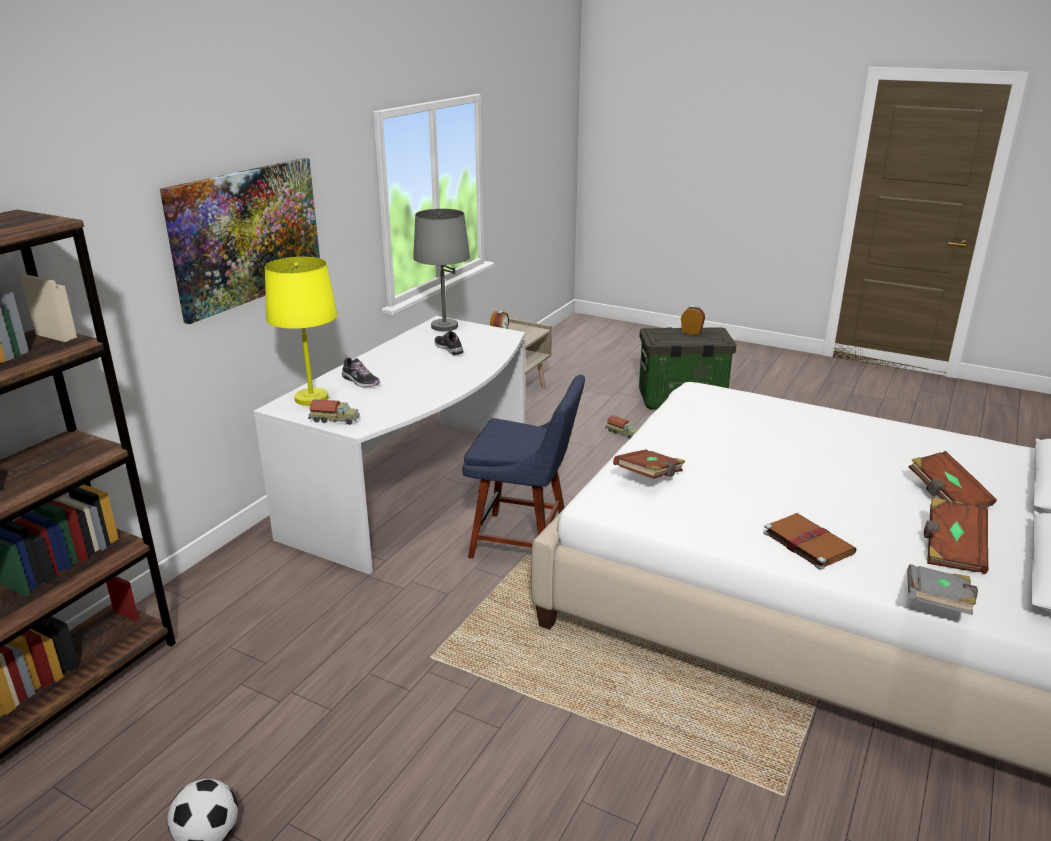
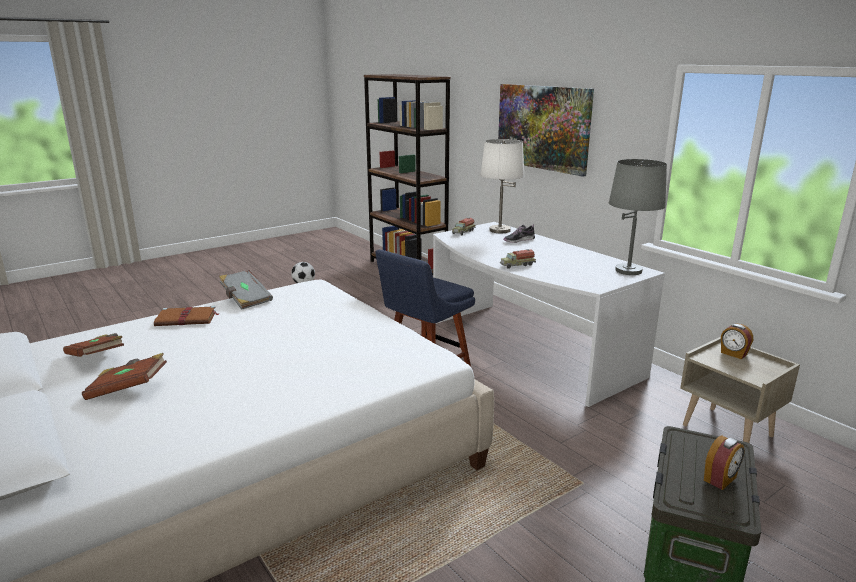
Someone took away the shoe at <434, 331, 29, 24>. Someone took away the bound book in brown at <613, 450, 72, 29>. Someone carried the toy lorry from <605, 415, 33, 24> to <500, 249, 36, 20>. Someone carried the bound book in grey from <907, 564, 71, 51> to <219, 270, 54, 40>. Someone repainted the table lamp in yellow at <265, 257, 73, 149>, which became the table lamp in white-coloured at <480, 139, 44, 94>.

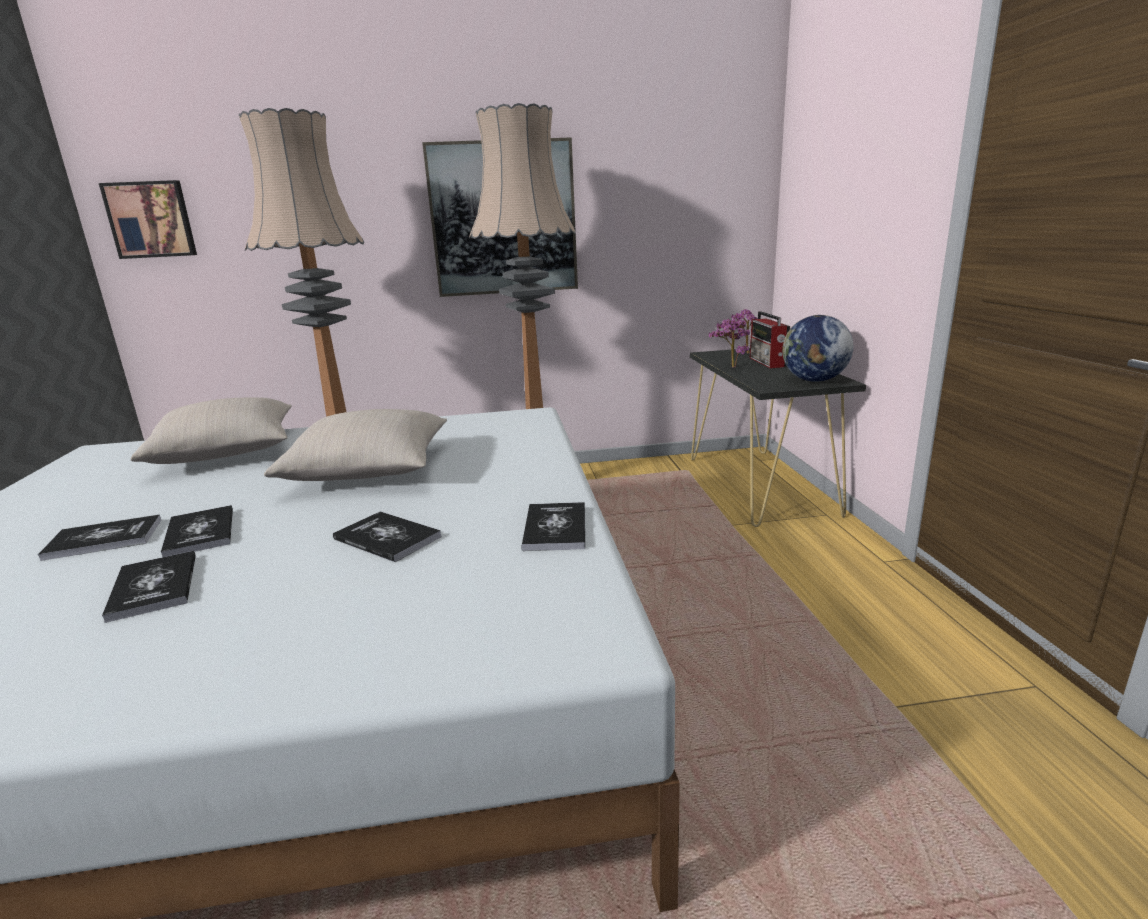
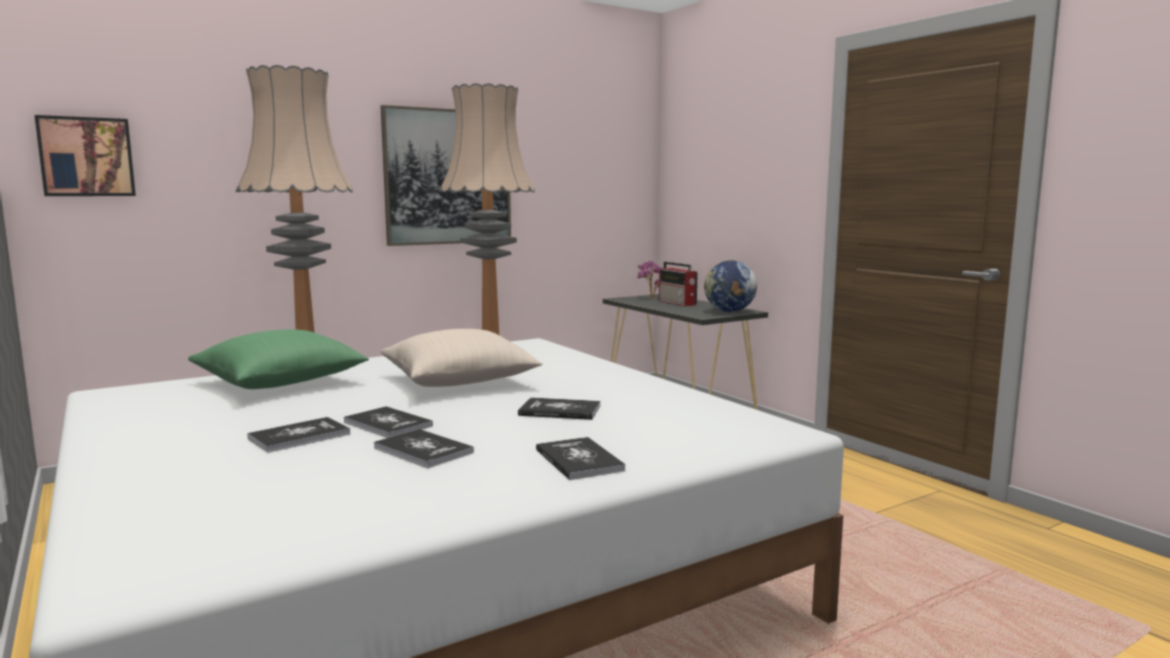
Someone took away the plant in a pot at <709, 319, 41, 49>. Someone carried the bound book from <521, 502, 64, 49> to <536, 437, 89, 43>. Someone repainted the cushion in sand-coloured at <130, 397, 162, 67>, which became the cushion in greenish at <188, 329, 181, 60>.

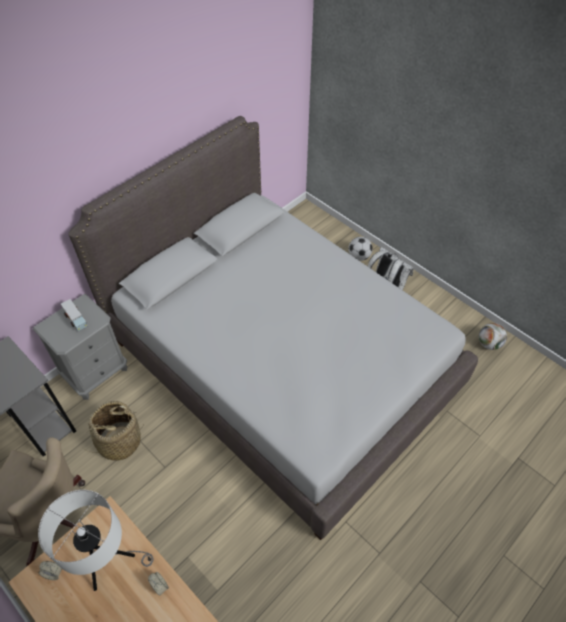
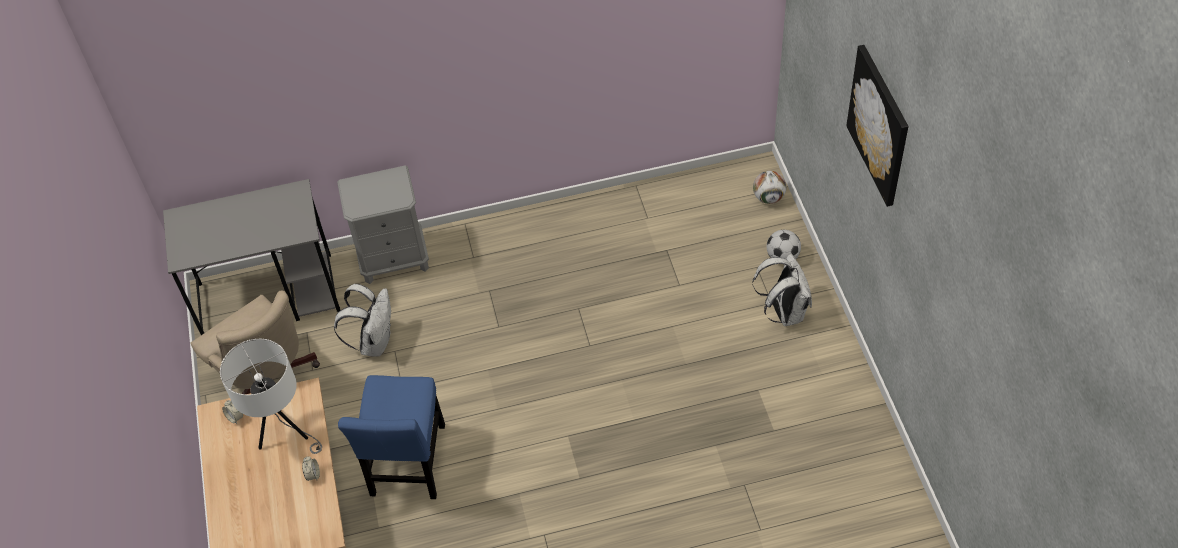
Someone took away the toy lorry at <61, 299, 27, 32>. Someone took away the bed in grey at <68, 116, 410, 424>. Someone put down the plain chair in blue-coloured at <338, 375, 107, 124>. Someone put up the wall picture at <846, 45, 62, 162>. Someone carried the football from <479, 323, 28, 27> to <753, 171, 33, 33>. Someone swapped the household basket at <82, 401, 63, 59> for the rucksack in white-coloured at <334, 284, 57, 73>.

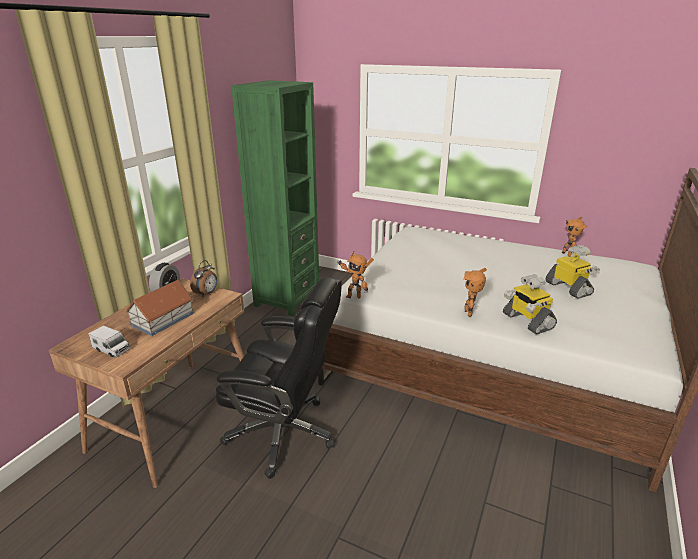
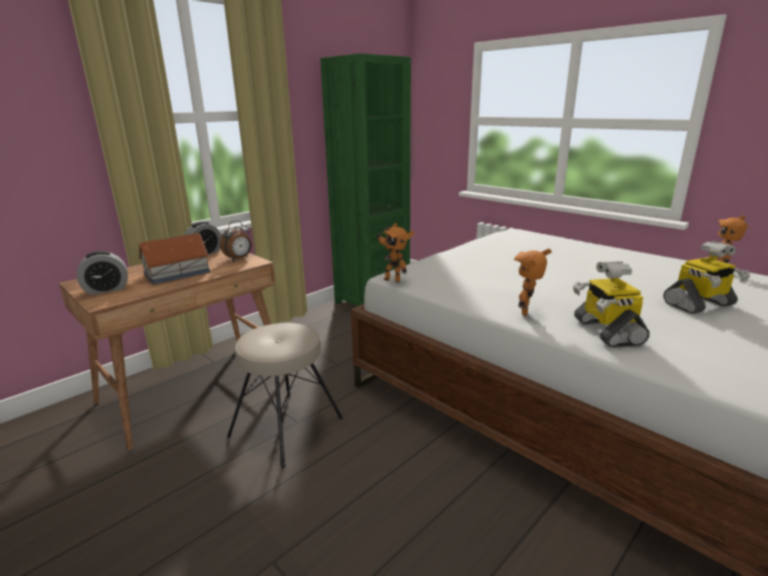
Someone swapped the toy lorry at <89, 325, 41, 32> for the bedside clock at <77, 251, 51, 44>. Someone swapped the office chair in blackish at <215, 277, 127, 202> for the stool seat in sand-coloured at <227, 323, 116, 145>. Someone rotated the model robot at <545, 245, 55, 54> by 75 degrees clockwise.

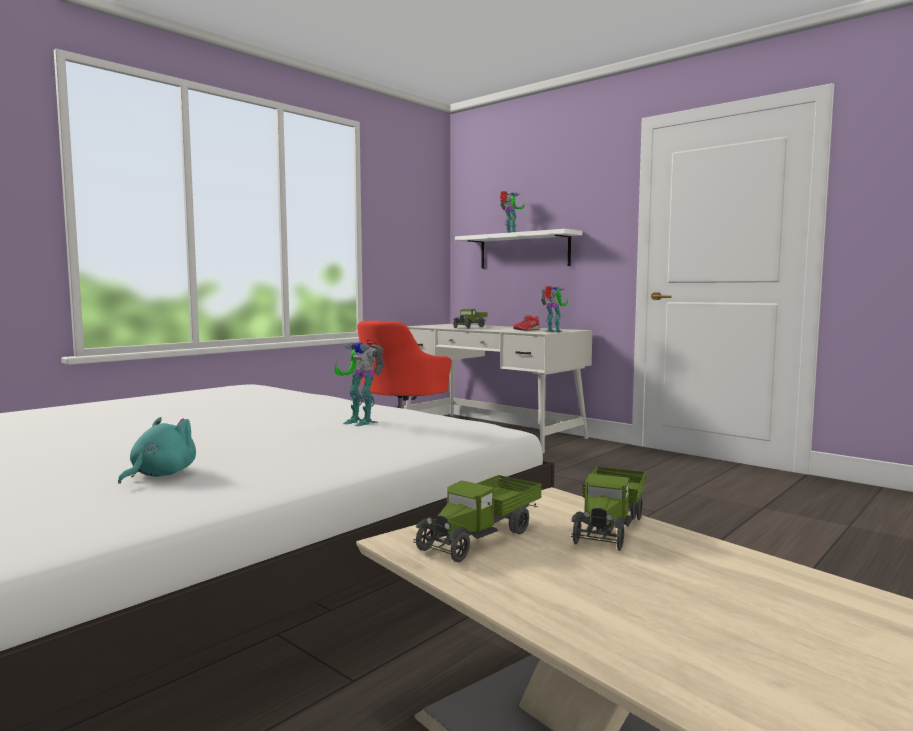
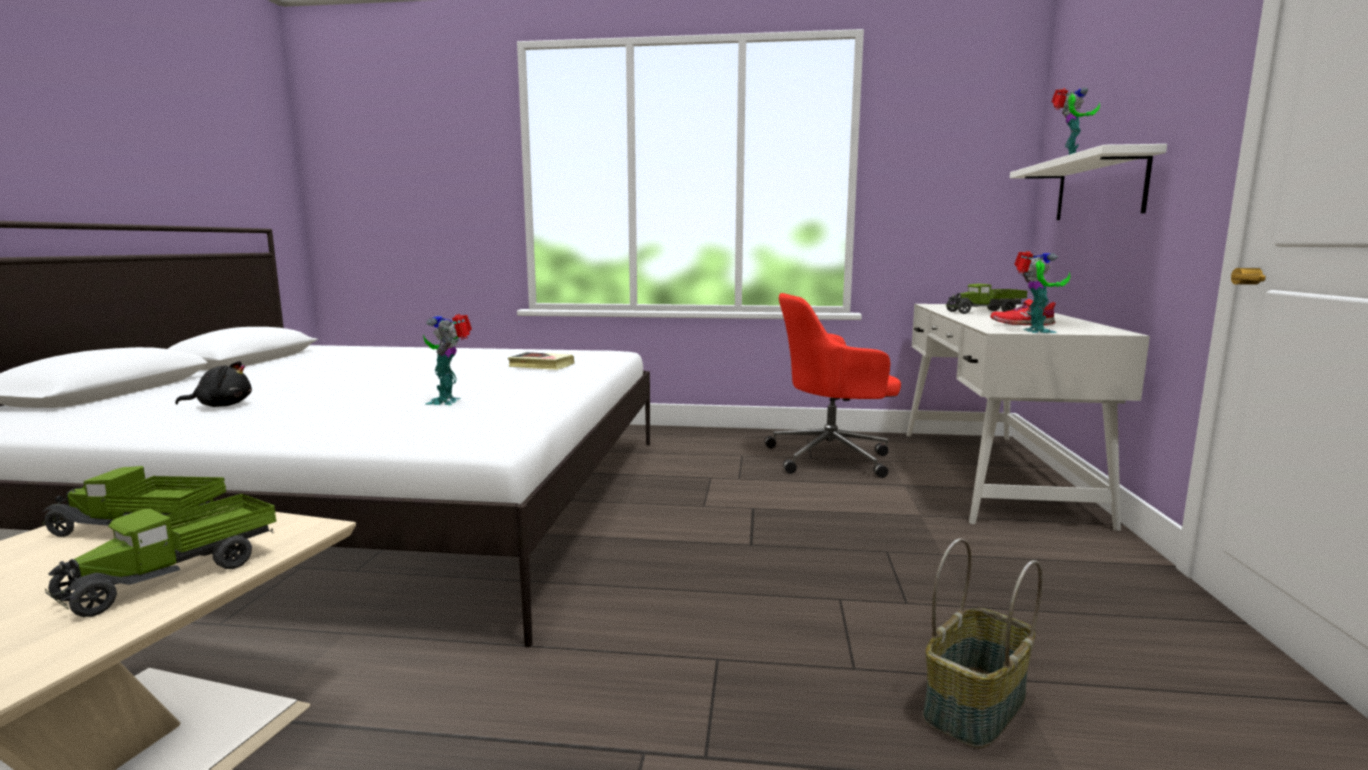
Someone put down the bound book at <508, 352, 66, 18>. Someone put down the household basket at <923, 538, 120, 210>. Someone repainted the plush toy in turquoise at <118, 417, 78, 67>, which became the plush toy in blackish at <175, 361, 77, 46>. Someone rotated the toy lorry at <571, 467, 75, 84> by 45 degrees counterclockwise.

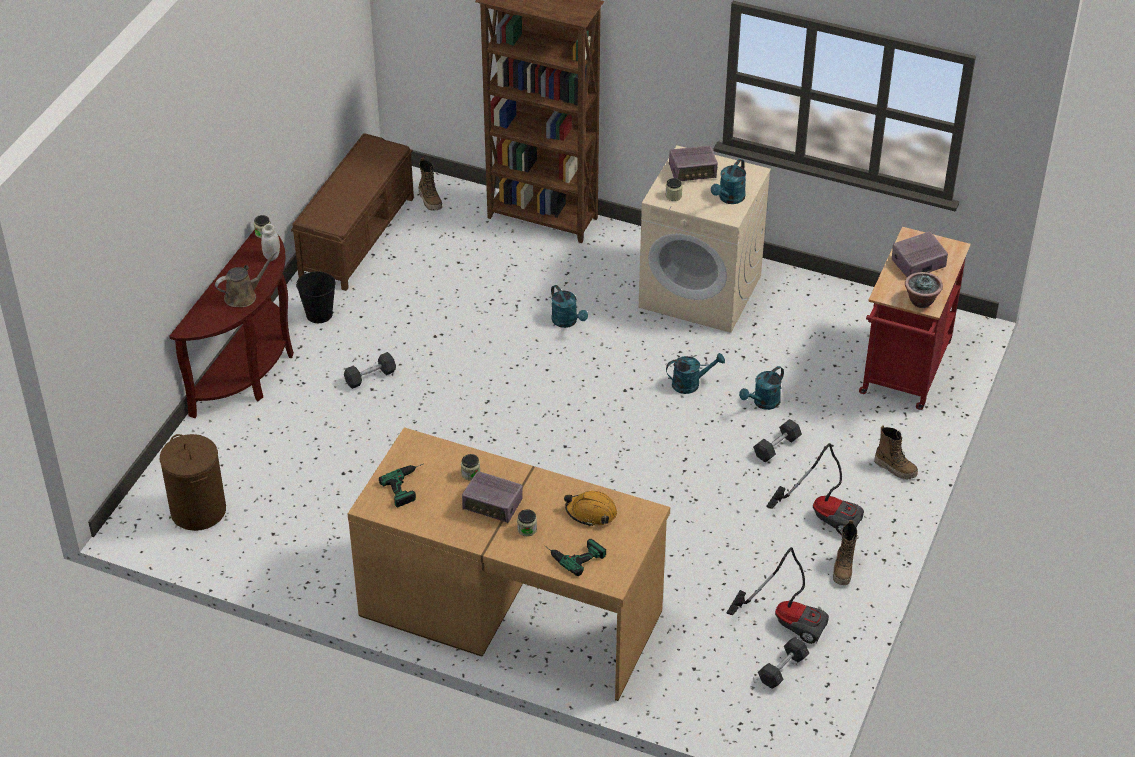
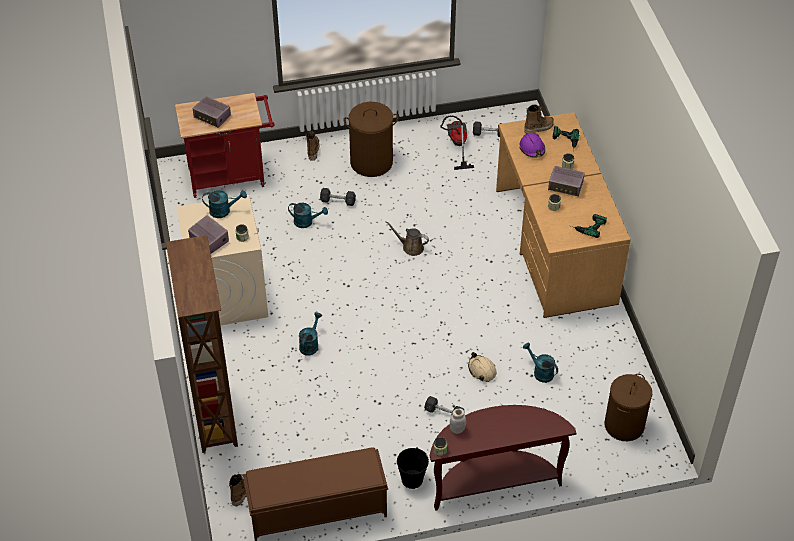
Someone took away the plant in a pot at <905, 272, 38, 36>. Someone put down the work helmet in sand-coloured at <468, 352, 29, 30>. Someone carried the sprinkling can in brown from <215, 251, 63, 56> to <386, 221, 43, 35>. Someone carried the sprinkling can in turquoise from <666, 353, 59, 41> to <523, 342, 35, 41>. Someone carried the tall boot from <833, 520, 25, 65> to <524, 105, 30, 29>. Someone swapped the vacuum cleaner at <766, 443, 98, 92> for the hamper in brown at <343, 102, 55, 75>. Someone repainted the work helmet in orange at <564, 491, 53, 36>, which became the work helmet in purple at <519, 133, 26, 25>. Someone rotated the radio set at <462, 471, 61, 52> by 120 degrees clockwise.

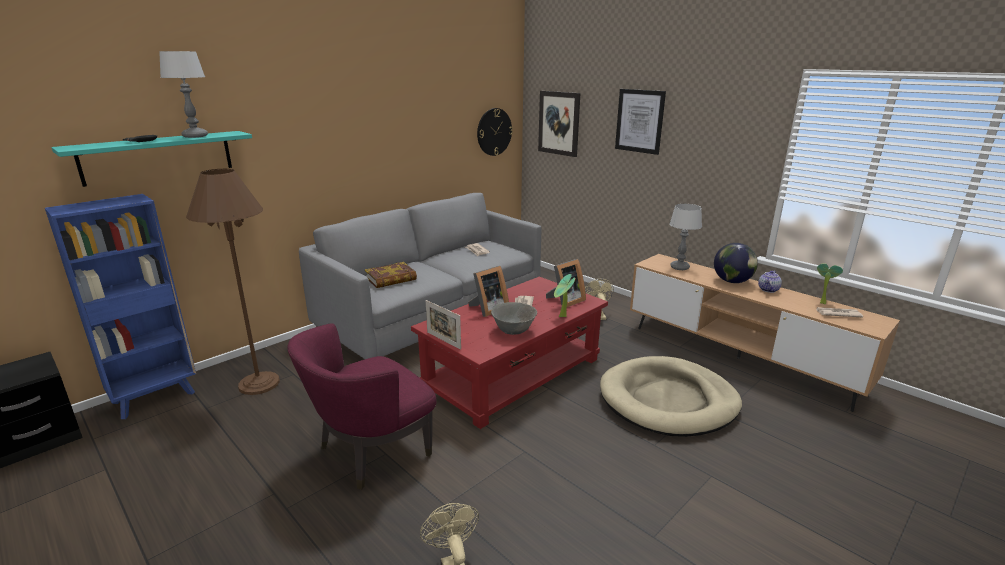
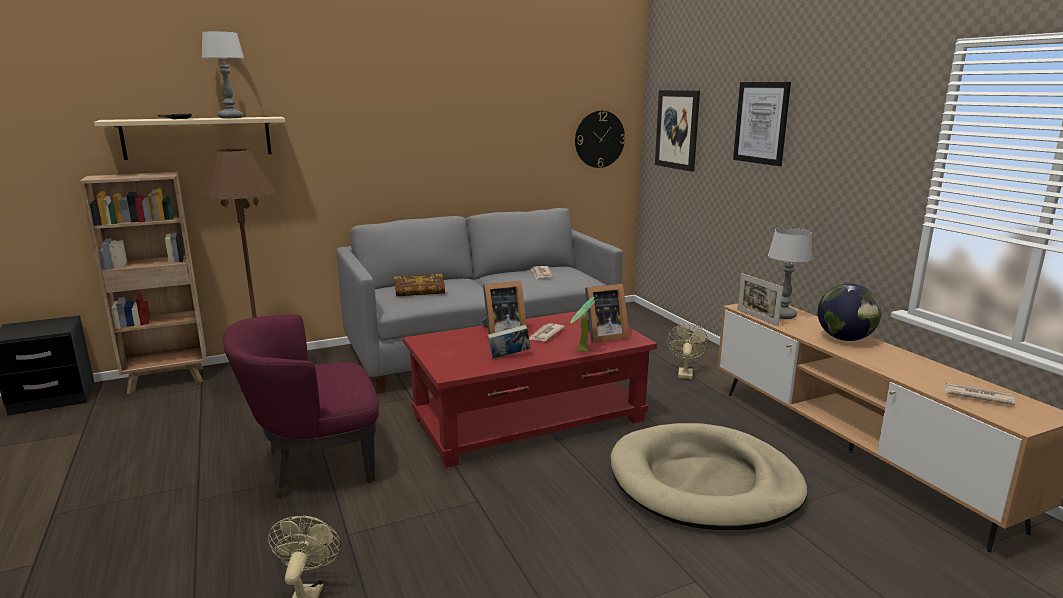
Someone took away the tea pot at <758, 270, 24, 23>. Someone took away the plant in a pot at <817, 264, 26, 40>. Someone carried the standing frame from <426, 300, 35, 50> to <738, 273, 45, 53>. Someone swapped the deep dish in grey at <491, 302, 46, 33> for the bound book at <487, 325, 44, 34>. Someone repainted the bookcase in blue-coloured at <45, 194, 151, 225>, which became the bookcase in brown at <80, 172, 126, 222>. Someone repainted the shelf in turquoise at <51, 131, 201, 56>, which became the shelf in sand-coloured at <94, 117, 191, 43>.

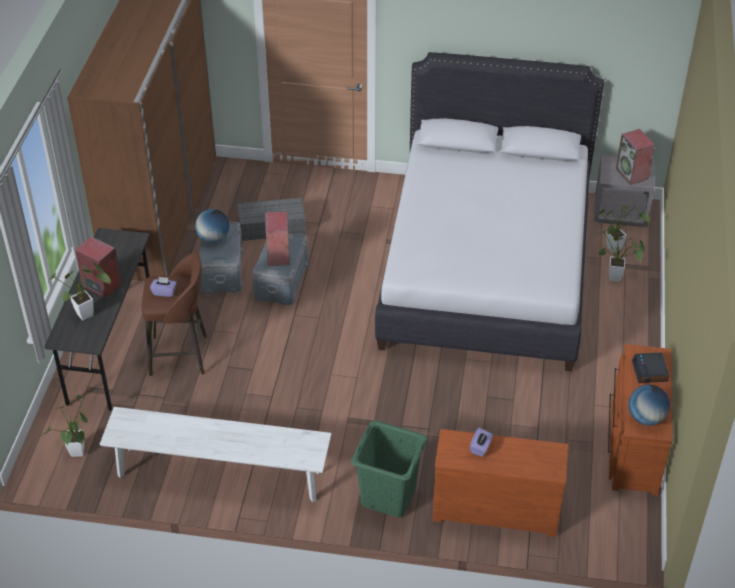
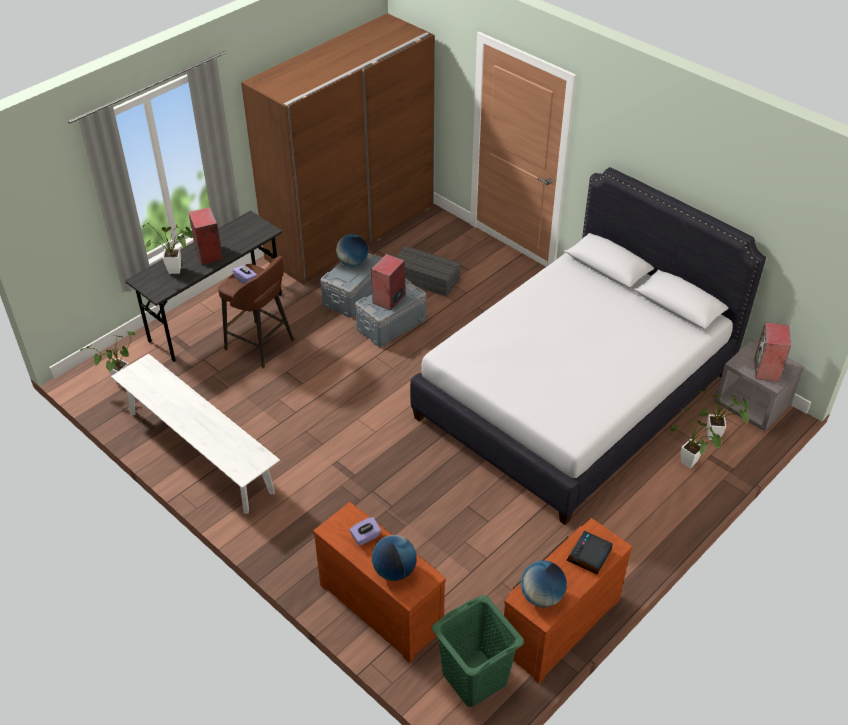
Someone put down the globe at <372, 535, 45, 46>. Someone carried the hamper in greenish from <351, 420, 76, 98> to <432, 595, 92, 112>.

